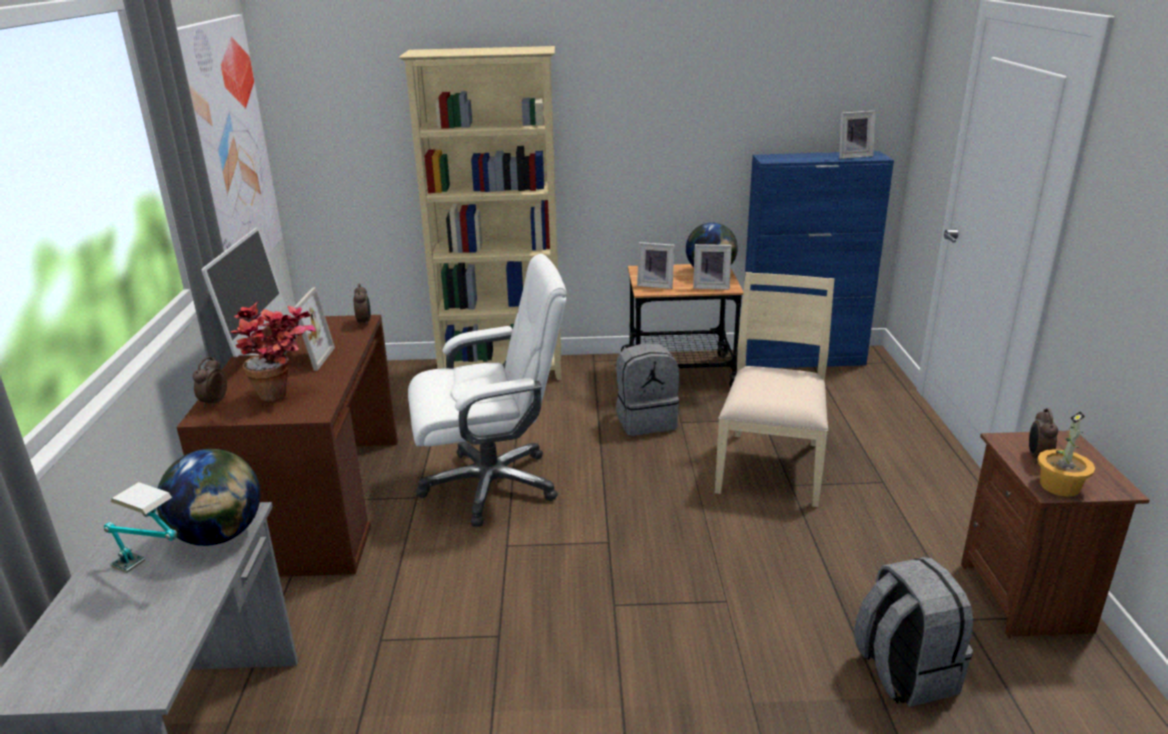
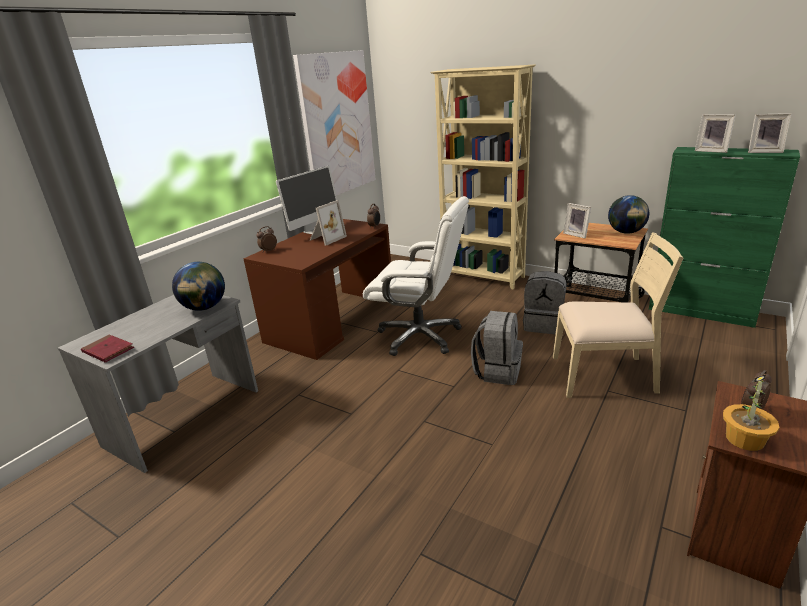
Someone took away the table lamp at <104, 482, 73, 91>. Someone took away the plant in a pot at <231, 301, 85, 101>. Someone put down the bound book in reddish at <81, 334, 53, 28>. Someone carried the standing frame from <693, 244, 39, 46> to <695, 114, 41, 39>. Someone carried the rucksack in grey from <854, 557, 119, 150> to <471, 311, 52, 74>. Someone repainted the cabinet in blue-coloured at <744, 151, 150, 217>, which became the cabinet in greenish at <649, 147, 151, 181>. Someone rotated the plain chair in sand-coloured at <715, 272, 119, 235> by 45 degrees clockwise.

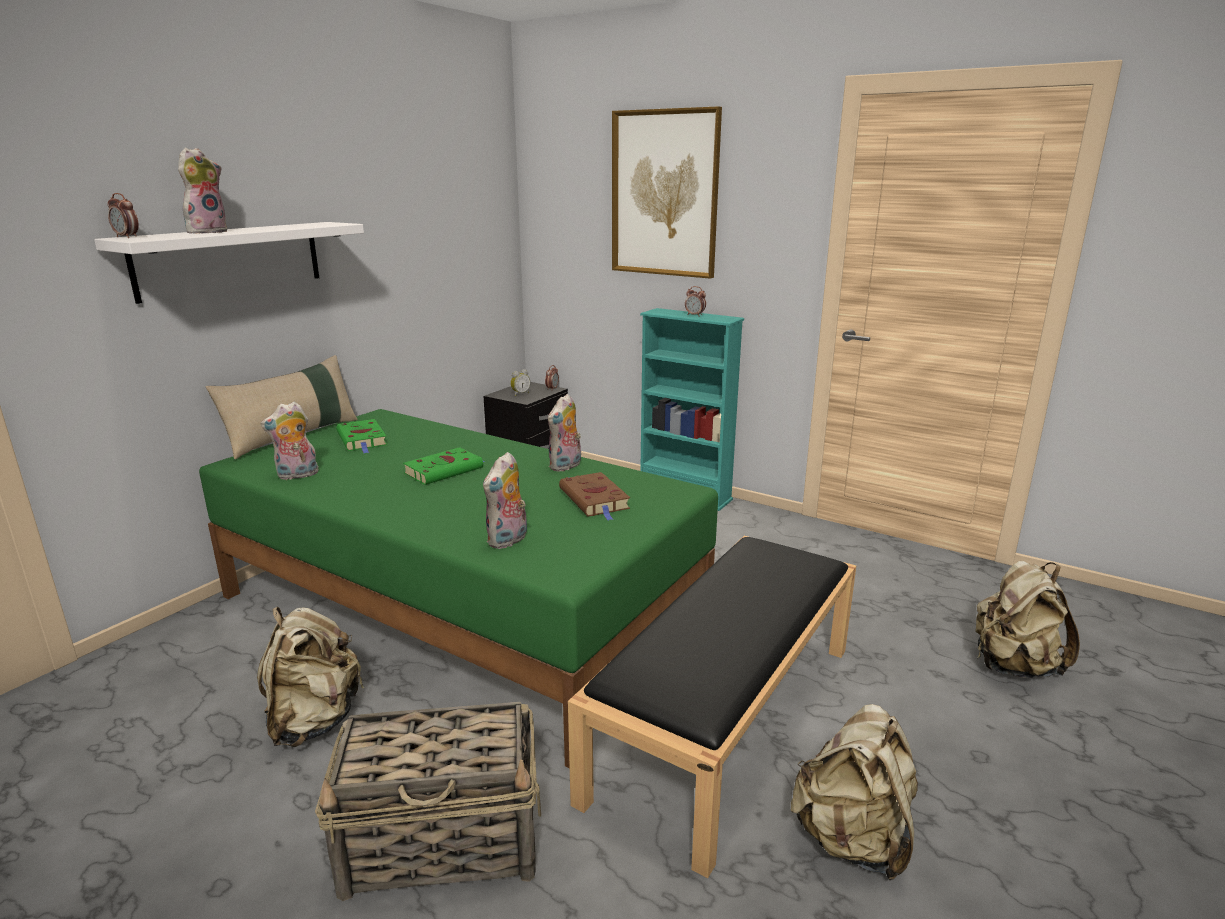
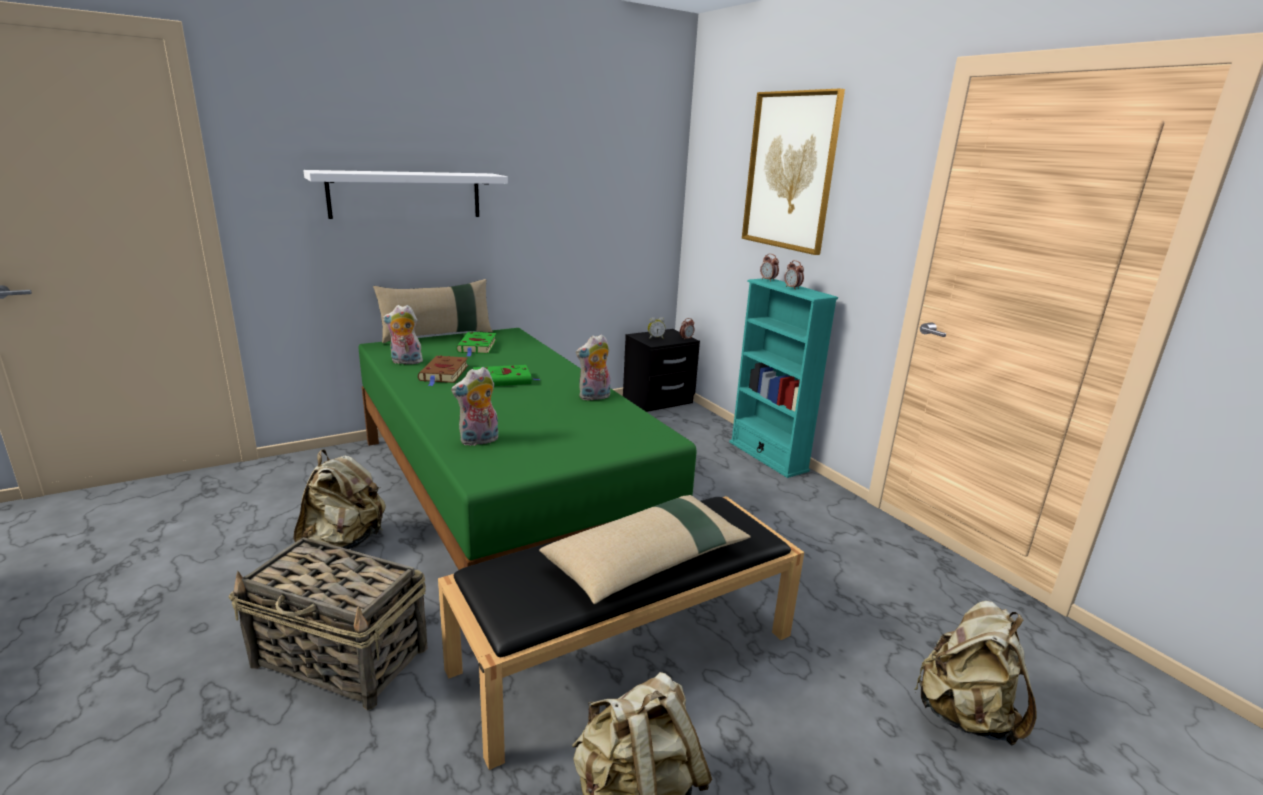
Someone took away the plush toy at <178, 147, 49, 87>. Someone put down the cushion in sand-coloured at <539, 495, 212, 109>. Someone carried the bedside clock from <107, 193, 32, 45> to <760, 254, 19, 27>. Someone carried the bound book in brown from <559, 472, 71, 48> to <418, 356, 50, 30>.

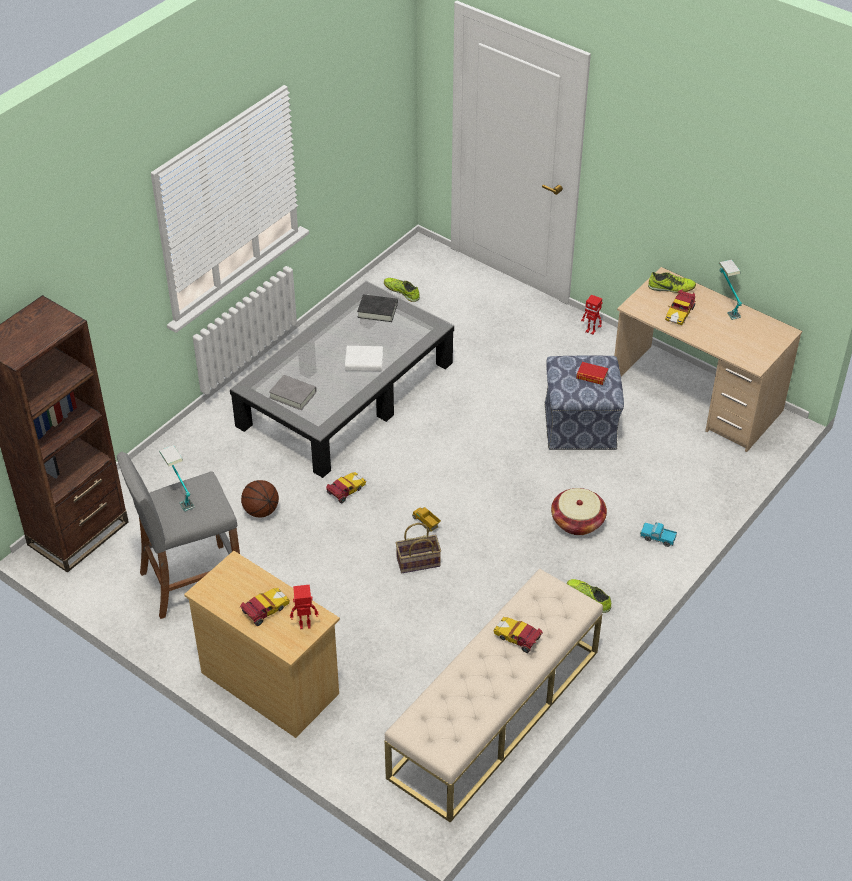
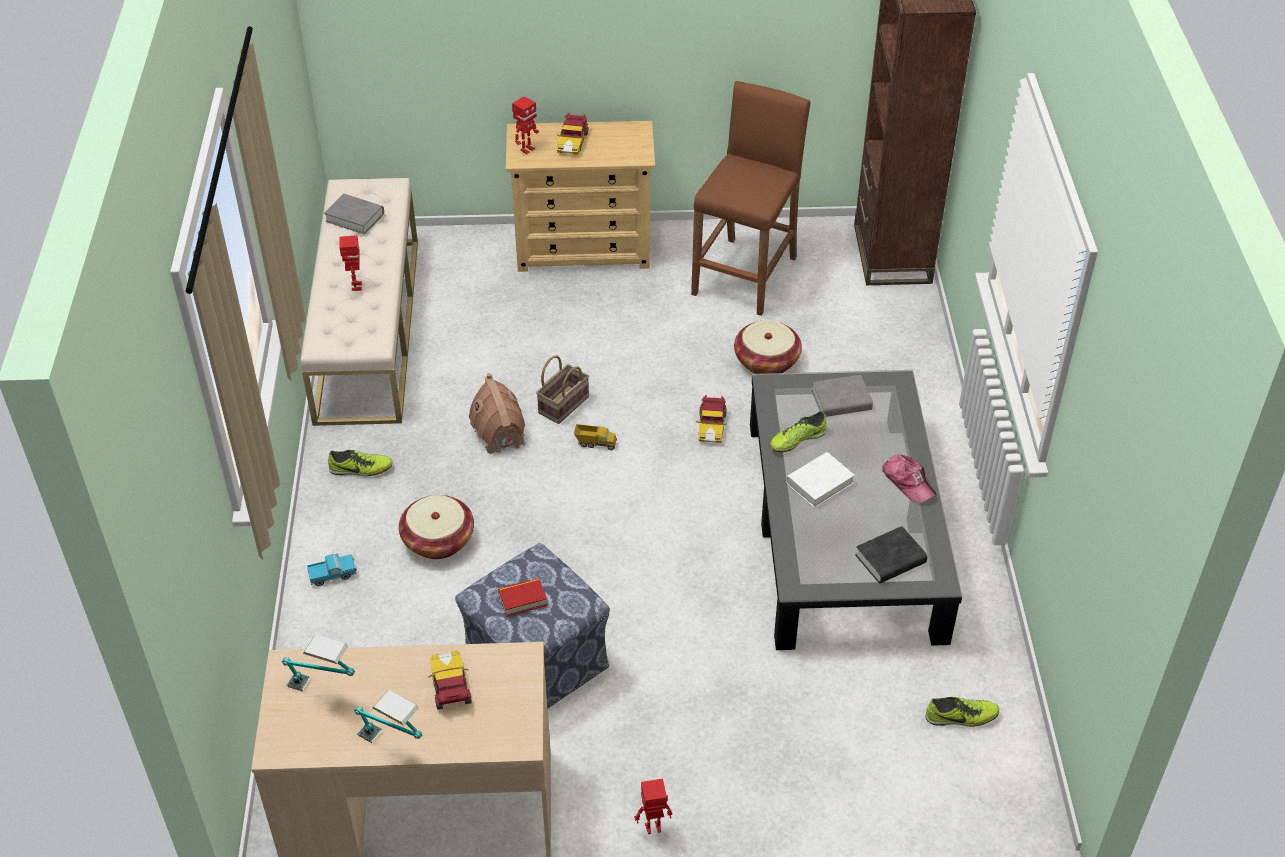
Someone put down the bound book in grey at <324, 194, 60, 40>. Someone put down the miniature house at <469, 373, 57, 83>. Someone put down the baseball cap at <882, 455, 54, 48>. Someone carried the table lamp from <159, 445, 36, 67> to <282, 634, 73, 57>. Someone carried the shoe from <648, 272, 48, 21> to <770, 411, 57, 41>. Someone swapped the basketball ball at <241, 480, 38, 37> for the household basket at <734, 320, 68, 54>. Someone swapped the model car at <493, 617, 50, 36> for the model robot at <340, 235, 22, 56>. Someone repainted the stool seat in grey at <117, 452, 123, 167>, which became the stool seat in brown at <691, 81, 119, 235>.

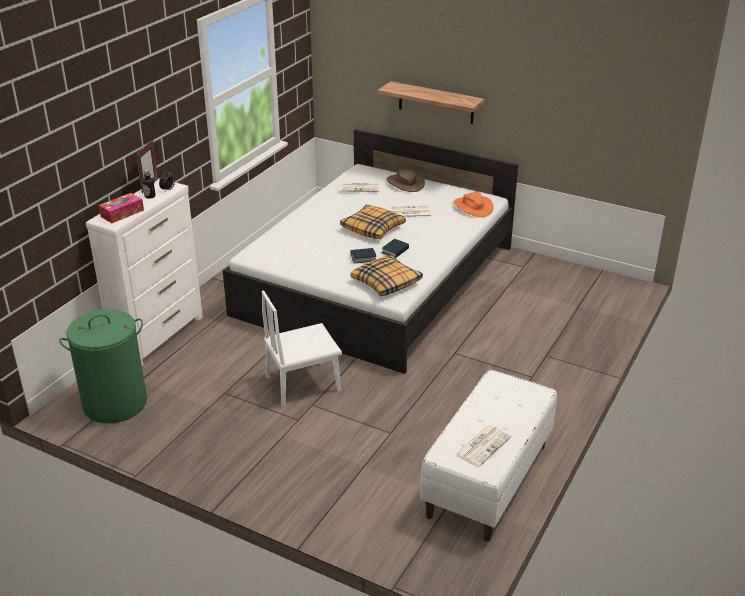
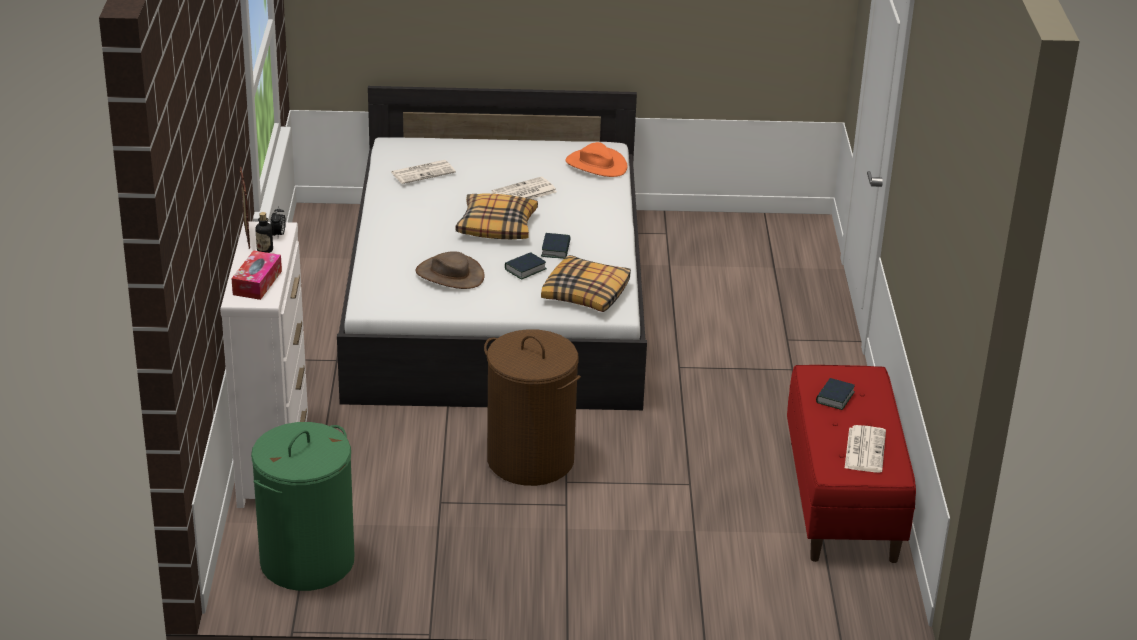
Someone took away the shelf at <378, 81, 106, 43>. Someone put down the bound book at <816, 378, 39, 32>. Someone carried the hat in brown from <387, 170, 38, 22> to <416, 251, 69, 38>. Someone swapped the plain chair in white-coloured at <262, 290, 80, 117> for the hamper in brown at <484, 329, 97, 157>. Someone repainted the bench in white-coloured at <420, 369, 137, 172>, which became the bench in reddish at <787, 365, 129, 198>.

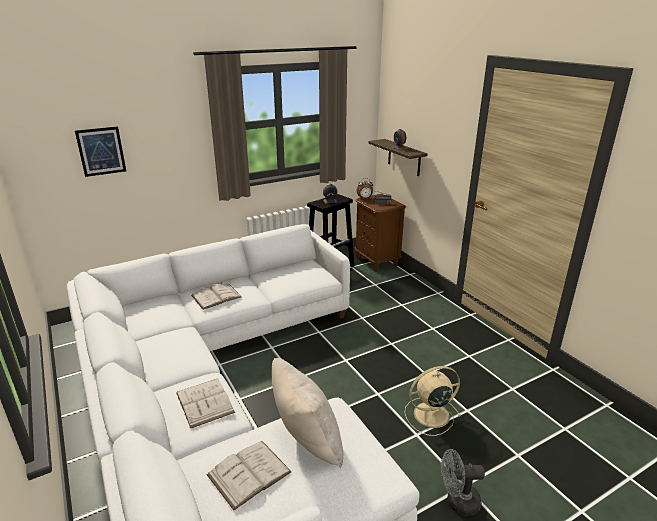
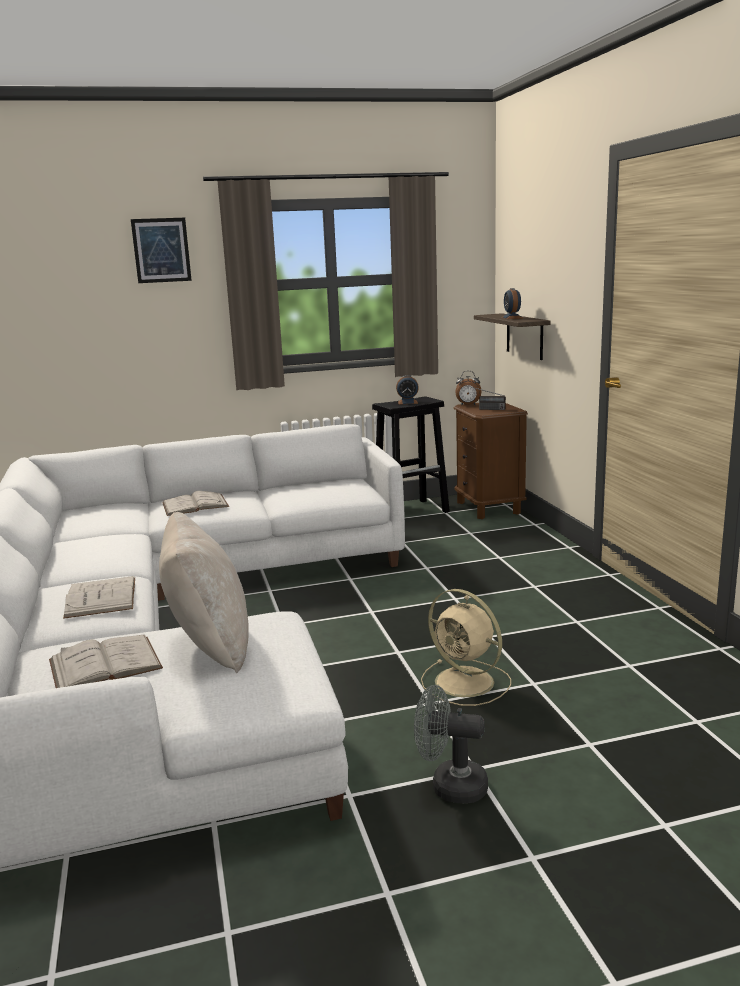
Someone carried the wall picture from <75, 126, 51, 51> to <131, 218, 61, 65>. Someone rotated the fan in sand-coloured at <404, 366, 57, 70> by 135 degrees counterclockwise.

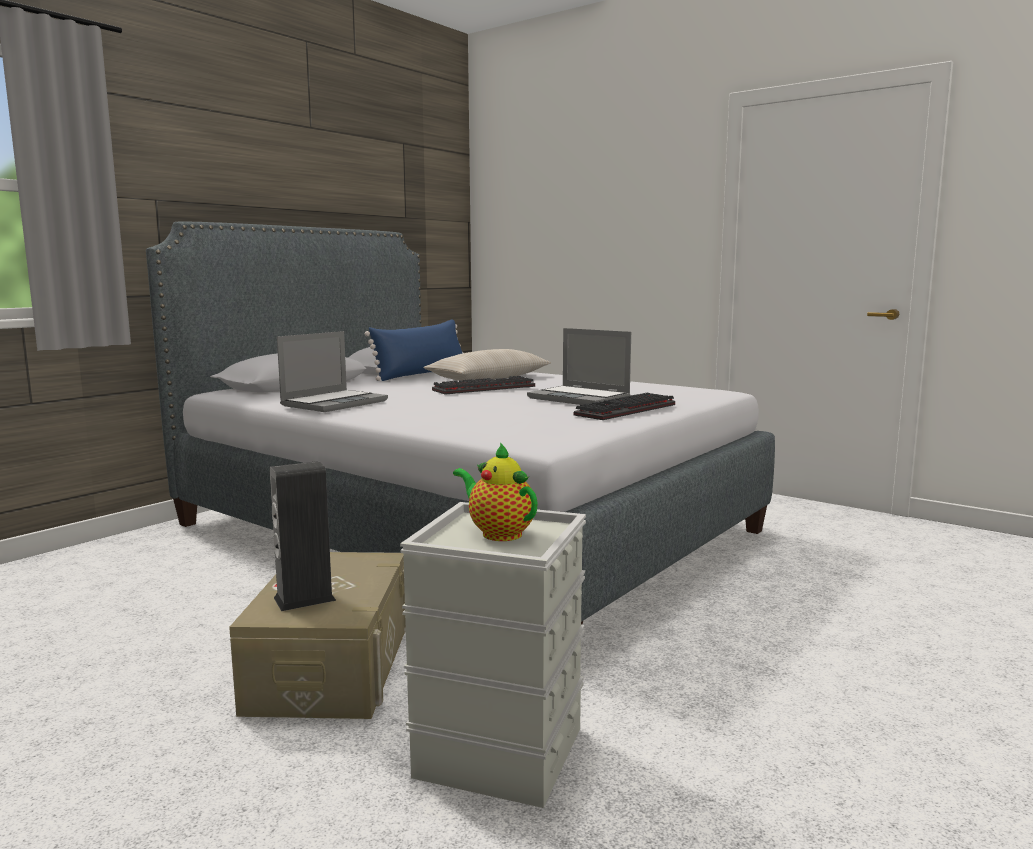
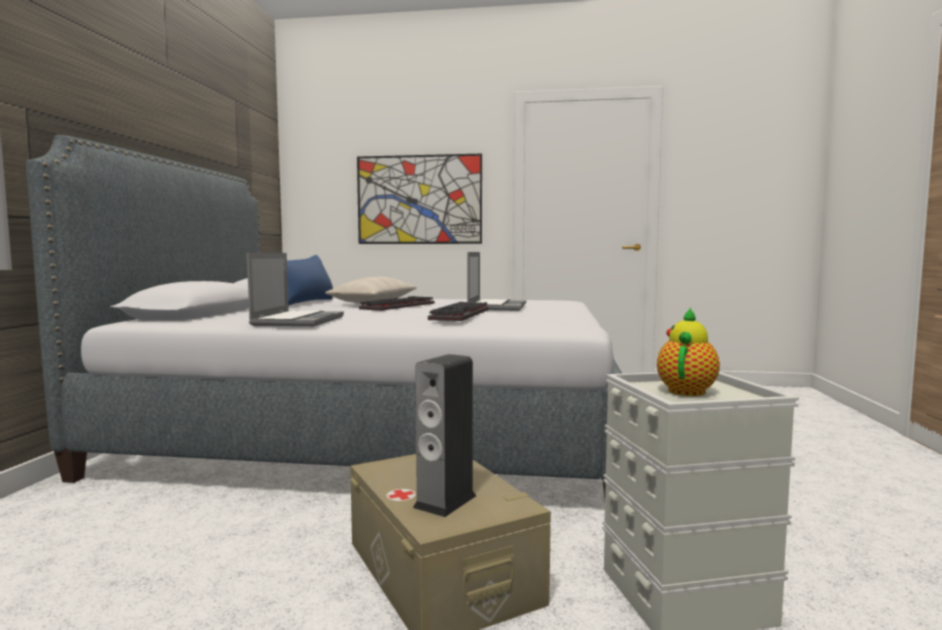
Someone put up the wall picture at <357, 154, 125, 90>. Someone carried the computer keyboard from <574, 393, 101, 27> to <428, 302, 61, 19>. Someone rotated the tea pot at <453, 442, 85, 99> by 105 degrees clockwise. Someone rotated the portable computer at <527, 328, 104, 77> by 90 degrees counterclockwise.

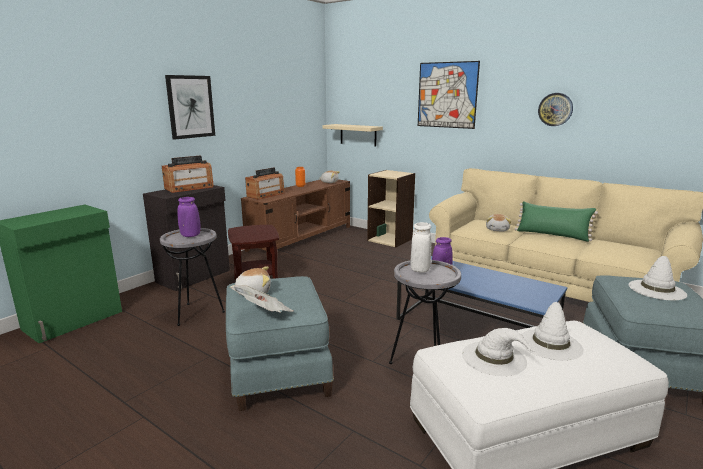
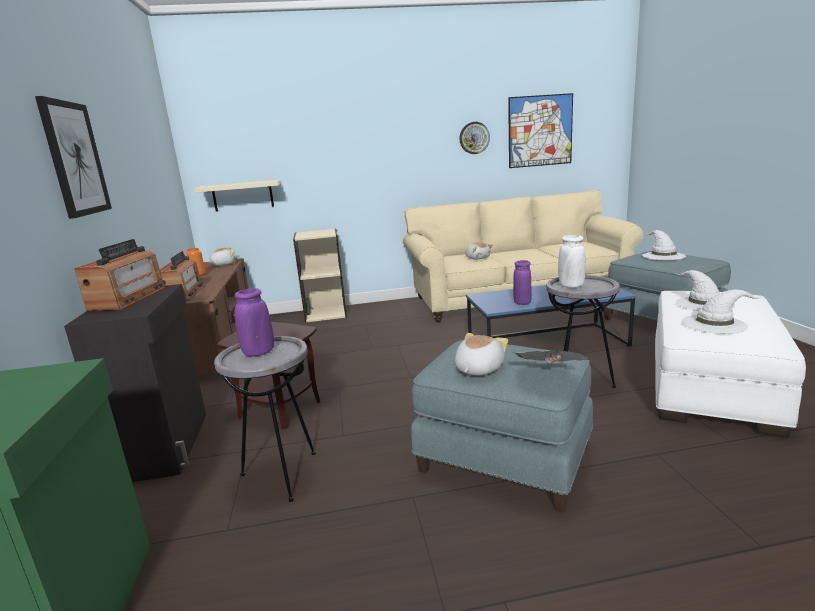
Someone took away the cushion in greenish at <515, 201, 83, 41>. Someone carried the wall picture from <418, 61, 62, 68> to <508, 93, 65, 75>.

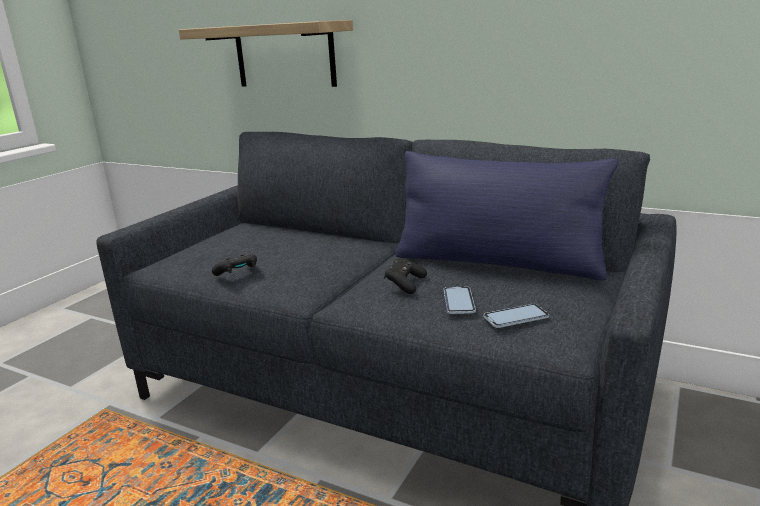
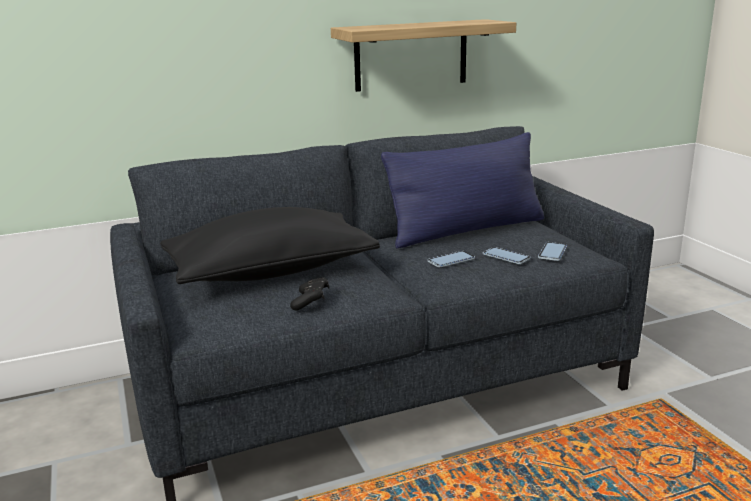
Someone put down the cushion in blackish at <160, 207, 220, 77>. Someone carried the shelf from <179, 20, 174, 67> to <331, 19, 185, 73>. Someone swapped the game controller in blackish at <384, 258, 43, 36> for the telephone at <428, 251, 47, 17>.

